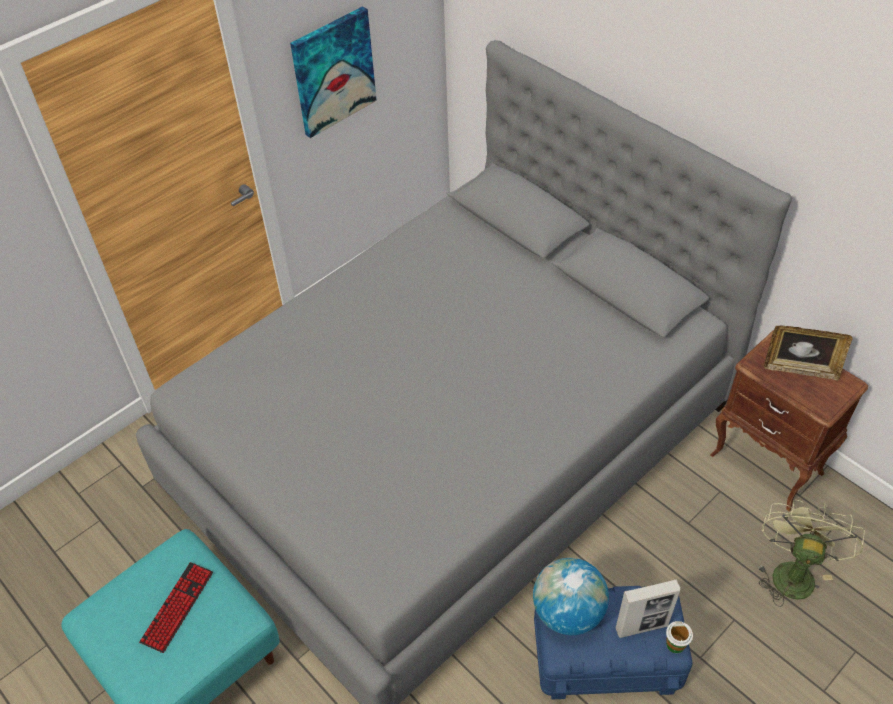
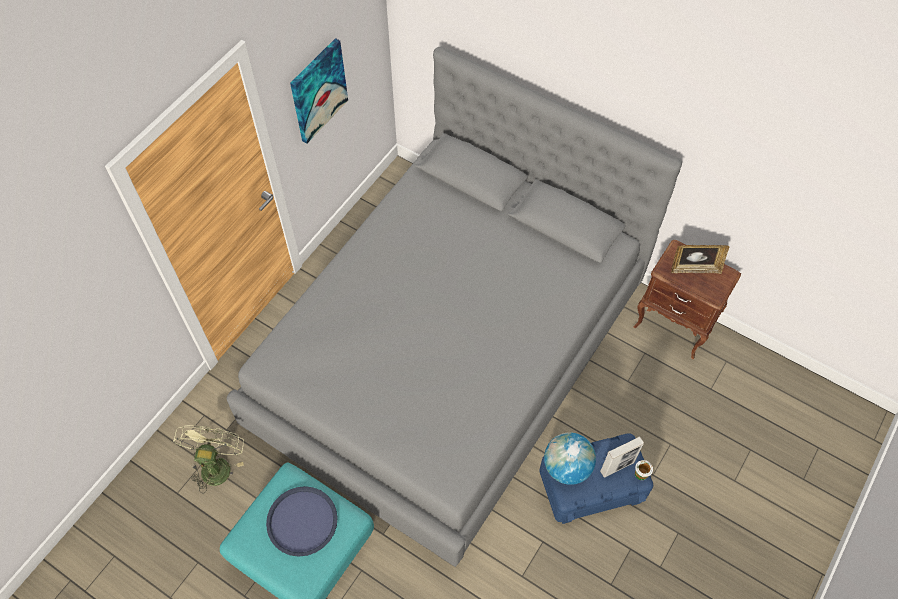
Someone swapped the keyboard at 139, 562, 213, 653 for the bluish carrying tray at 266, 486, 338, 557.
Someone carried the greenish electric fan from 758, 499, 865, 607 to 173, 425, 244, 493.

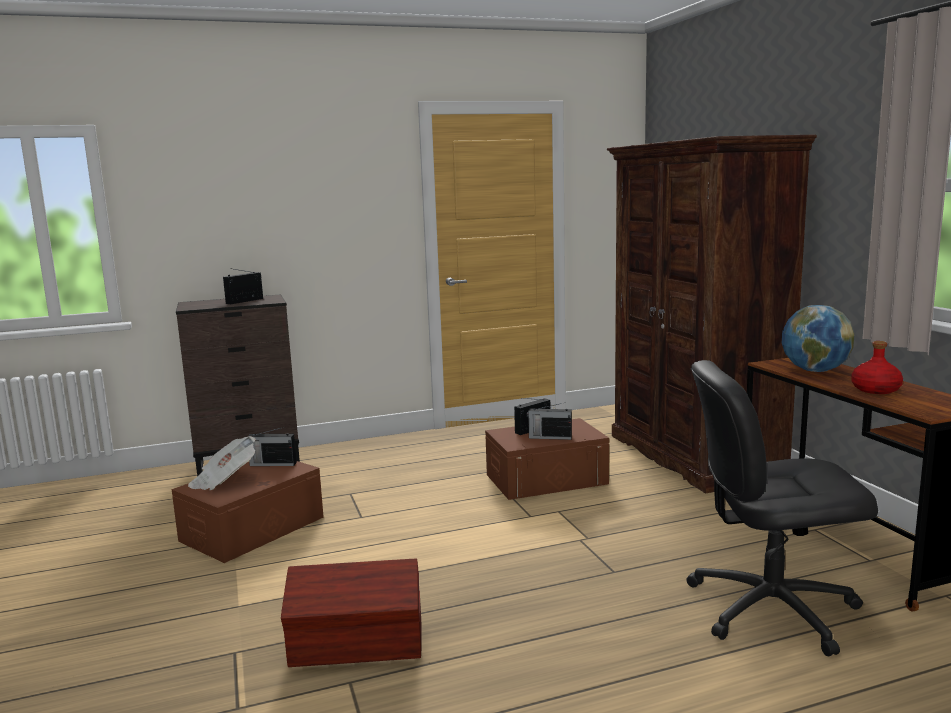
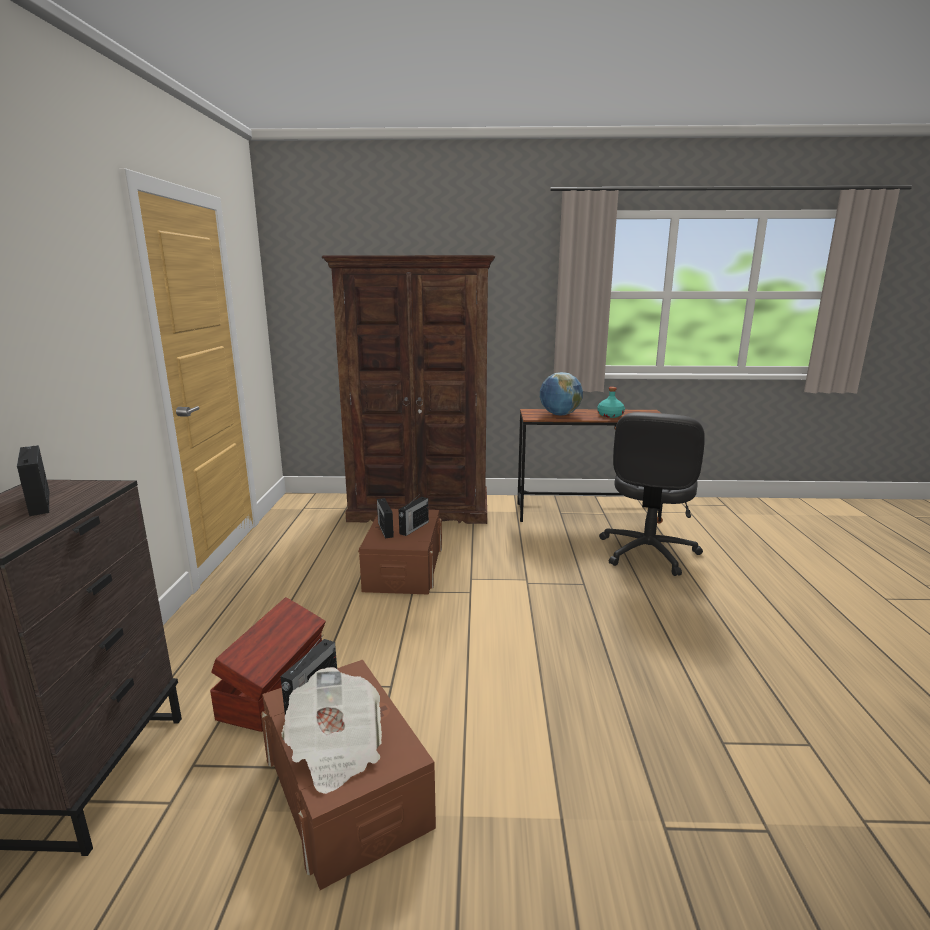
Someone carried the brown storage bin from 281, 559, 422, 667 to 210, 597, 326, 732.
Someone repainted the reddish beverage bottle at 851, 341, 903, 394, which became the blue-green beverage bottle at 597, 387, 625, 418.

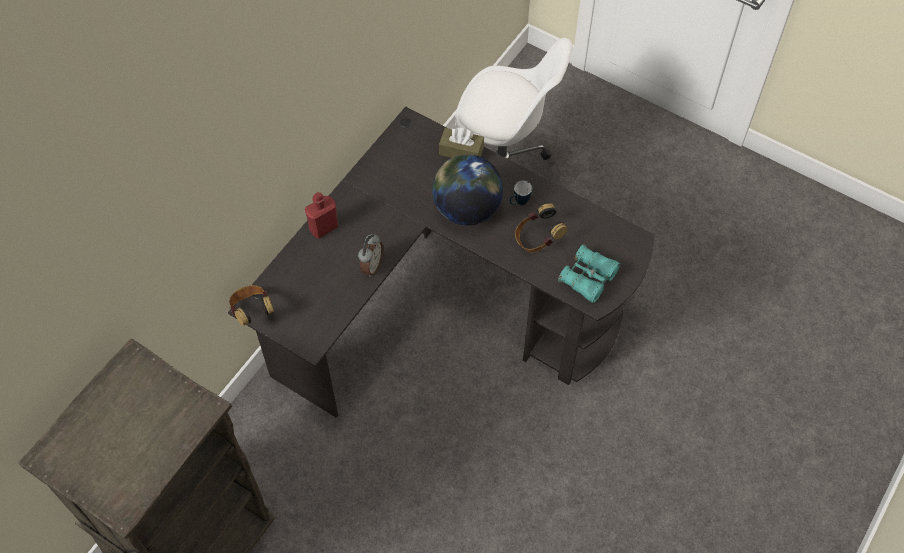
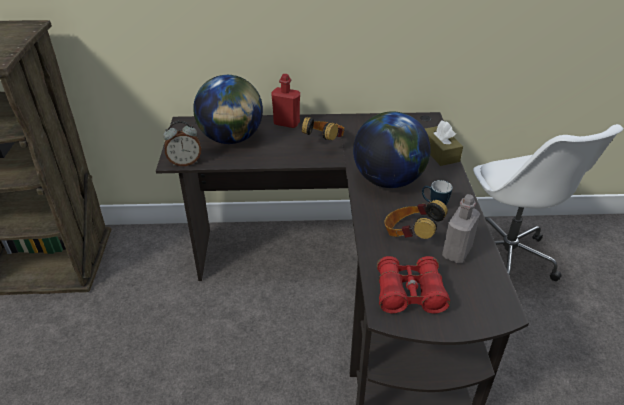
Someone carried the headset from 229, 285, 274, 326 to 302, 117, 345, 141.
Someone carried the bedside clock from 358, 234, 383, 277 to 163, 121, 201, 166.
Someone repainted the blue-green pair of binoculars at 558, 244, 620, 303, which became the reddish pair of binoculars at 377, 256, 450, 314.
Someone put down the globe at 193, 75, 263, 144.
Someone put down the gray beverage bottle at 442, 194, 480, 263.

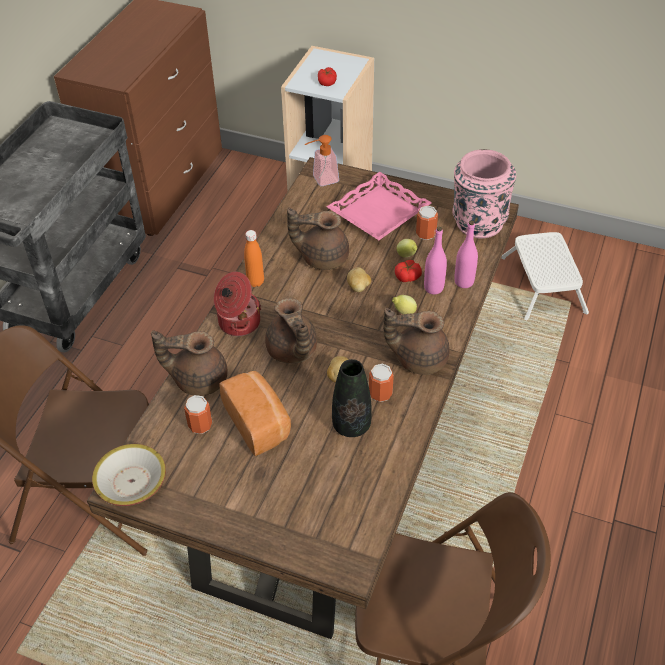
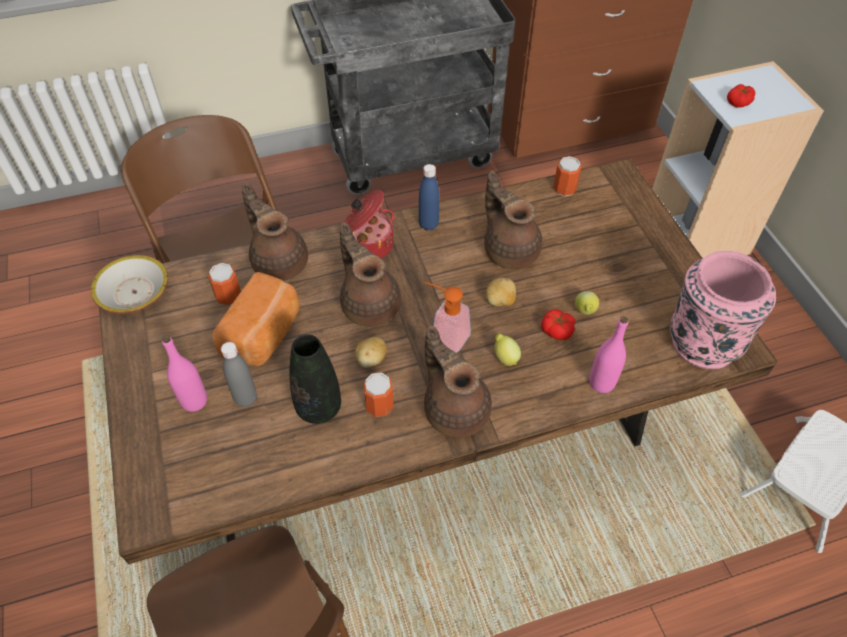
Someone repainted the orangey beverage bottle at 244, 230, 264, 287, which became the bluish beverage bottle at 419, 164, 439, 230.
Someone rotated the brown teapot at 265, 298, 317, 364 by 120 degrees clockwise.
Someone carried the soap dispenser from 305, 135, 339, 186 to 425, 282, 471, 353.
Someone took away the pinkish carrying tray at 326, 172, 432, 240.
Someone carried the sealed can from 416, 205, 438, 240 to 553, 156, 582, 197.
Someone carried the pinkish beverage bottle from 424, 227, 447, 294 to 162, 335, 207, 412.
Someone put down the gray beverage bottle at 221, 342, 257, 407.

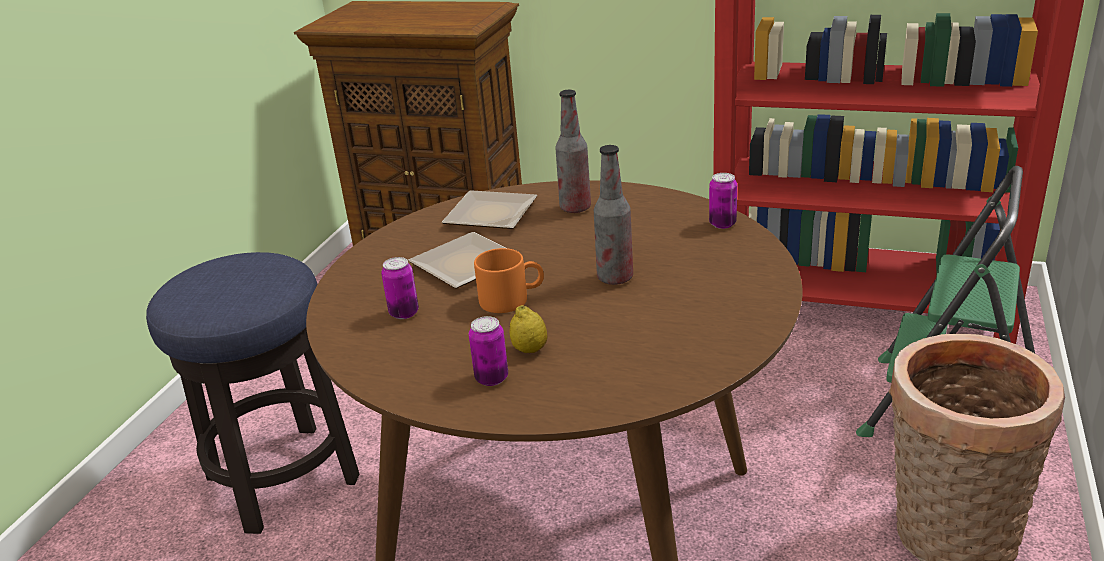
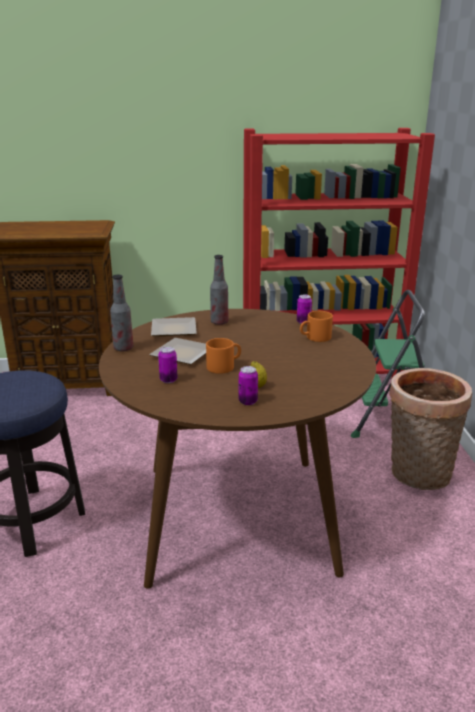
Someone carried the beverage bottle from 594, 145, 633, 285 to 110, 275, 133, 351.
Someone put down the orangey coffee mug at 300, 311, 333, 342.

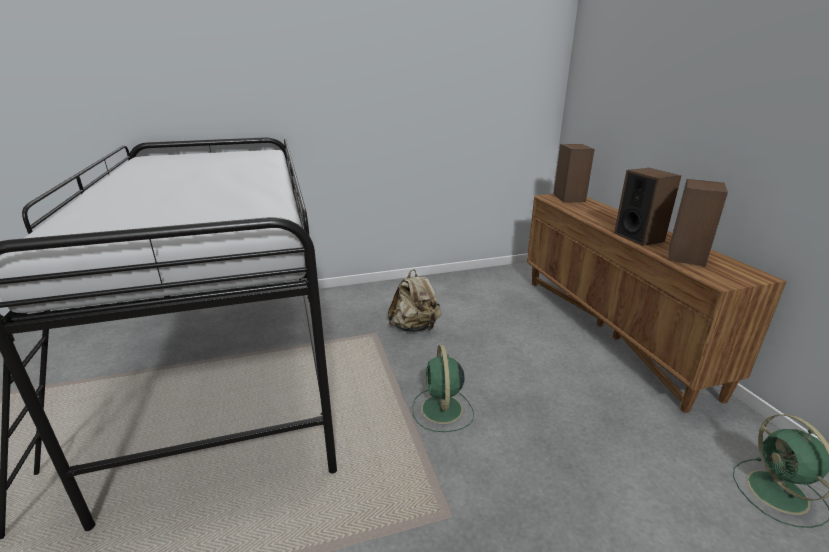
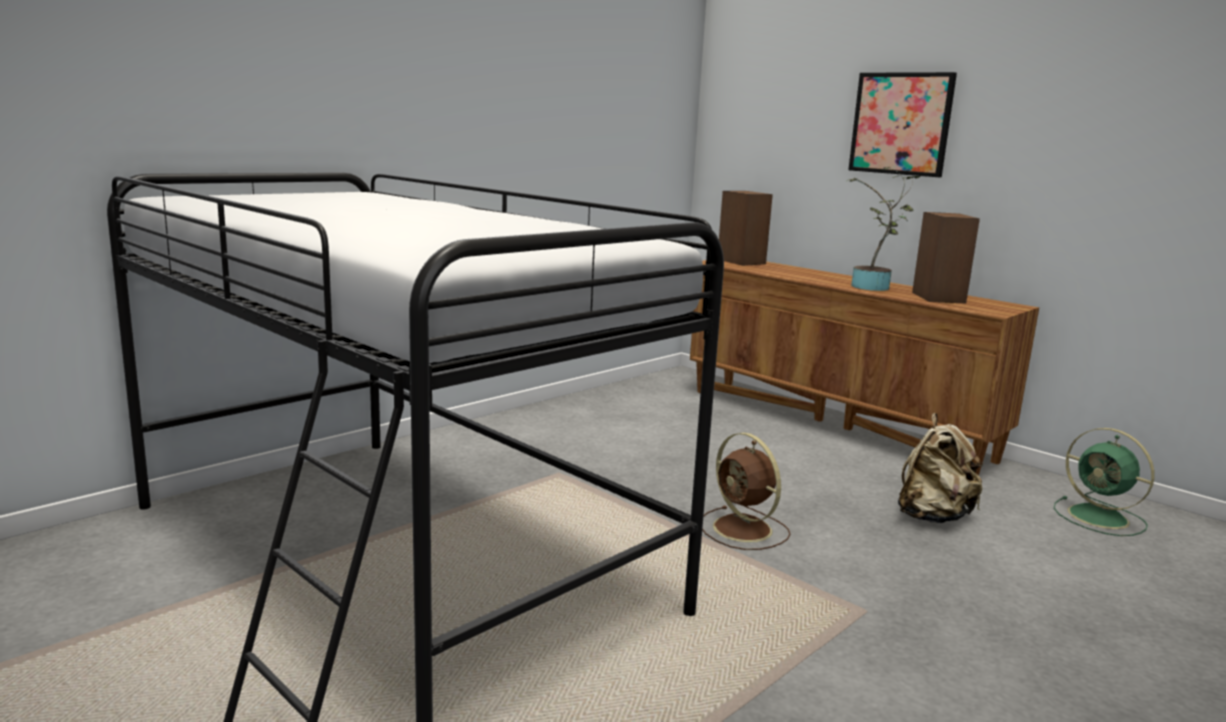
Someone carried the beige-coloured rucksack from 388, 269, 442, 332 to 898, 413, 984, 523.
Someone repainted the greenish electric fan at 412, 345, 474, 432, which became the brown electric fan at 702, 433, 790, 550.
Someone swapped the loudspeaker at 614, 168, 681, 246 for the plant in a pot at 847, 167, 921, 291.
Someone put up the wall picture at 848, 72, 957, 177.

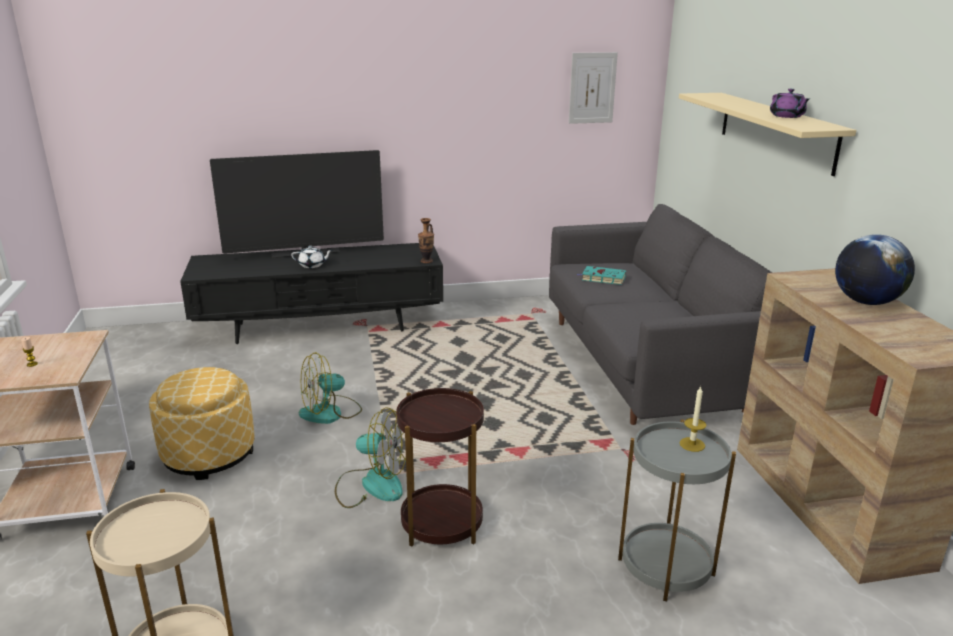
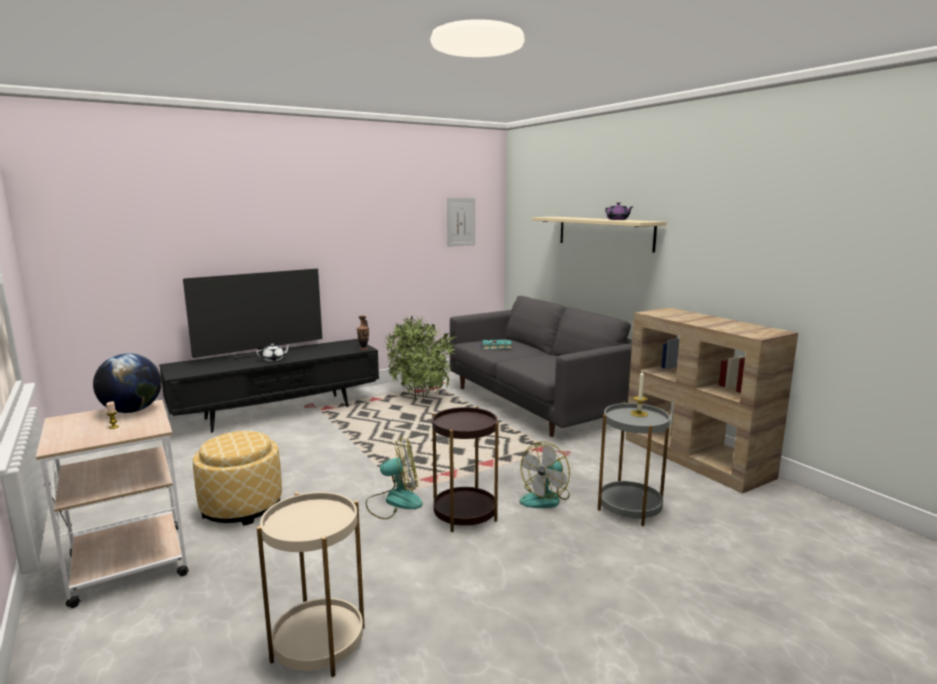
Someone carried the electric fan from 299, 352, 362, 424 to 520, 442, 570, 508.
Someone carried the globe from 835, 234, 915, 305 to 93, 353, 162, 413.
Someone put down the plant in a pot at 381, 314, 456, 399.

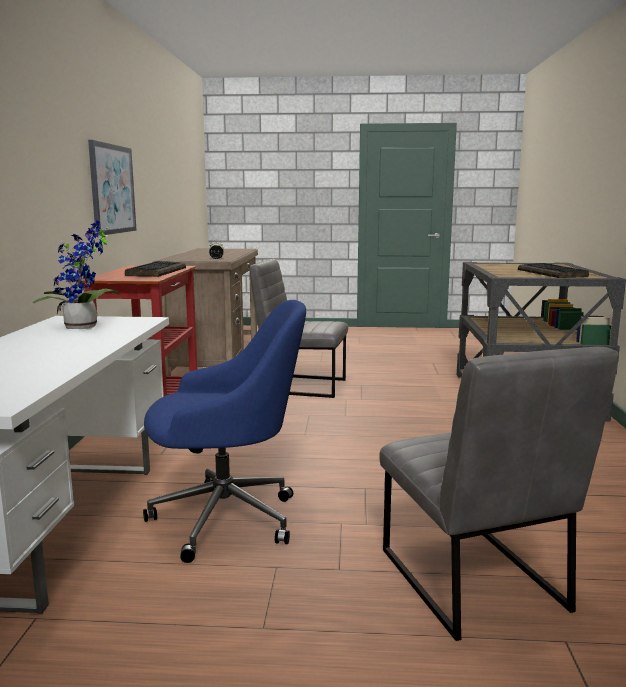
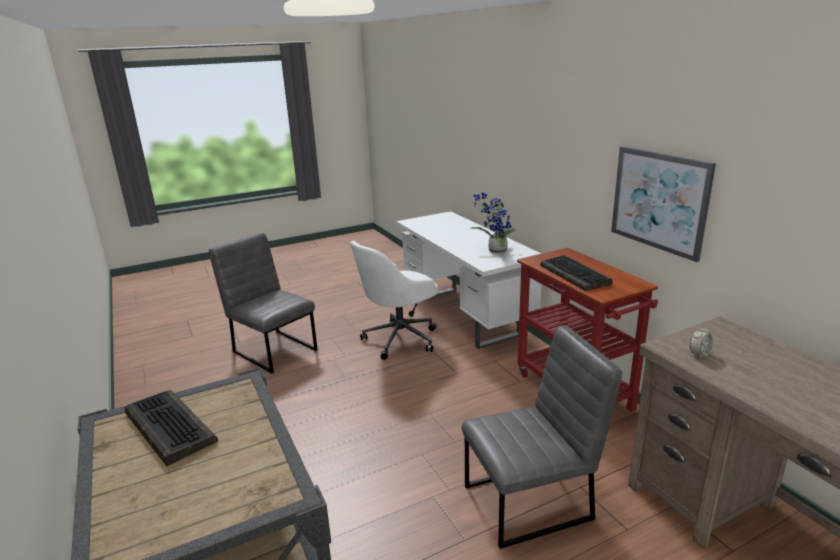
Someone repainted the bluish computer chair at 143, 300, 306, 563, which became the white computer chair at 351, 241, 438, 360.

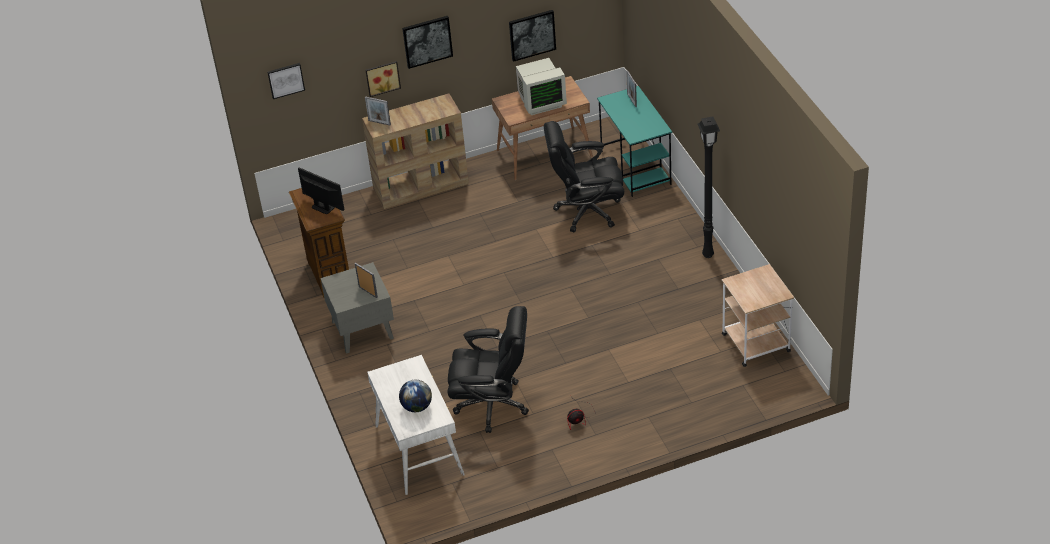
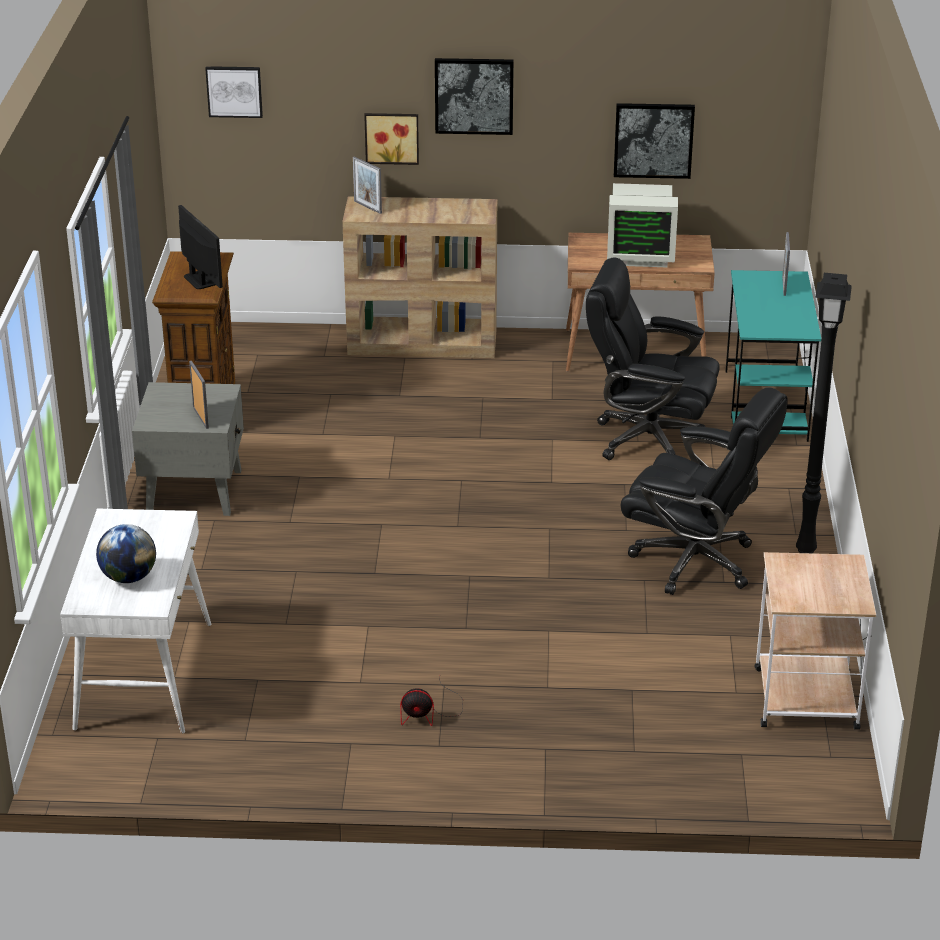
Someone carried the blackish computer chair from 447, 306, 529, 433 to 621, 387, 788, 595.

